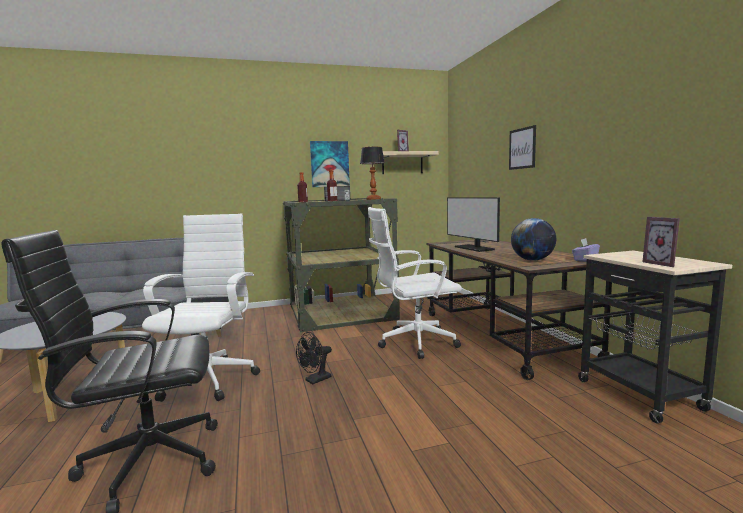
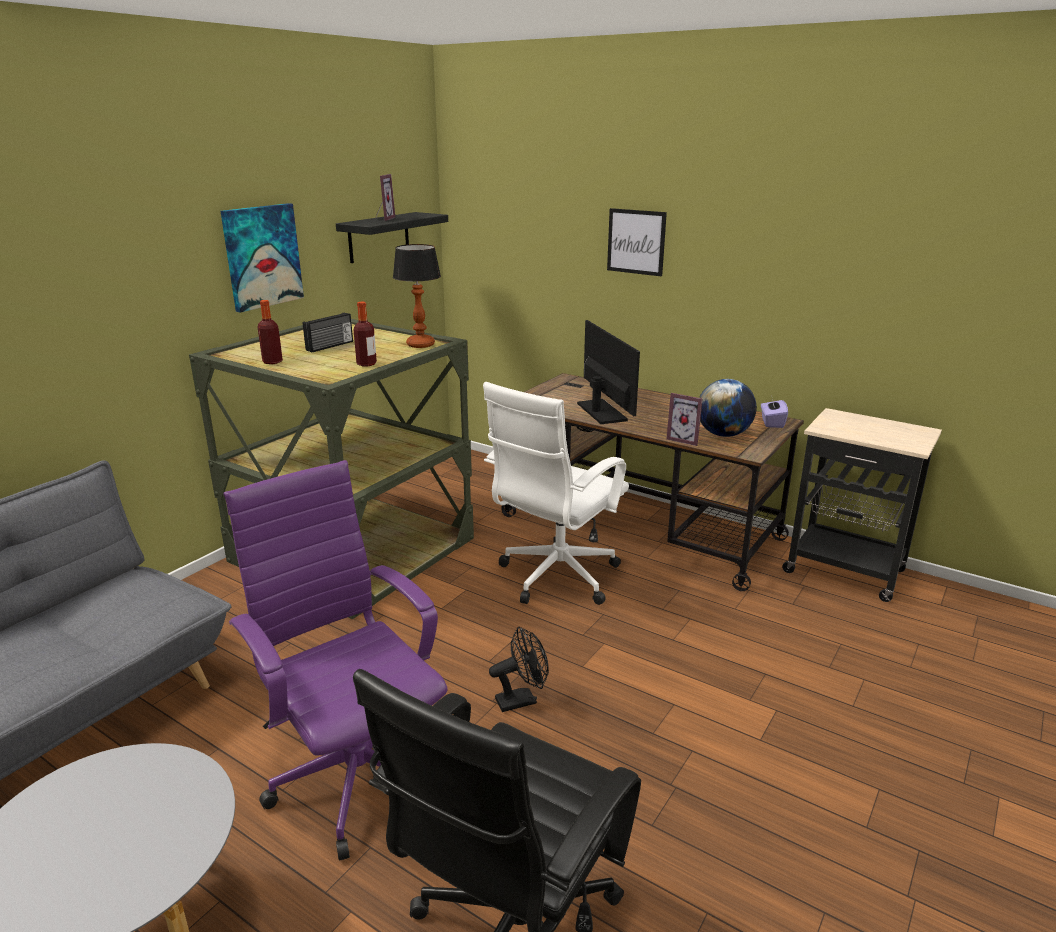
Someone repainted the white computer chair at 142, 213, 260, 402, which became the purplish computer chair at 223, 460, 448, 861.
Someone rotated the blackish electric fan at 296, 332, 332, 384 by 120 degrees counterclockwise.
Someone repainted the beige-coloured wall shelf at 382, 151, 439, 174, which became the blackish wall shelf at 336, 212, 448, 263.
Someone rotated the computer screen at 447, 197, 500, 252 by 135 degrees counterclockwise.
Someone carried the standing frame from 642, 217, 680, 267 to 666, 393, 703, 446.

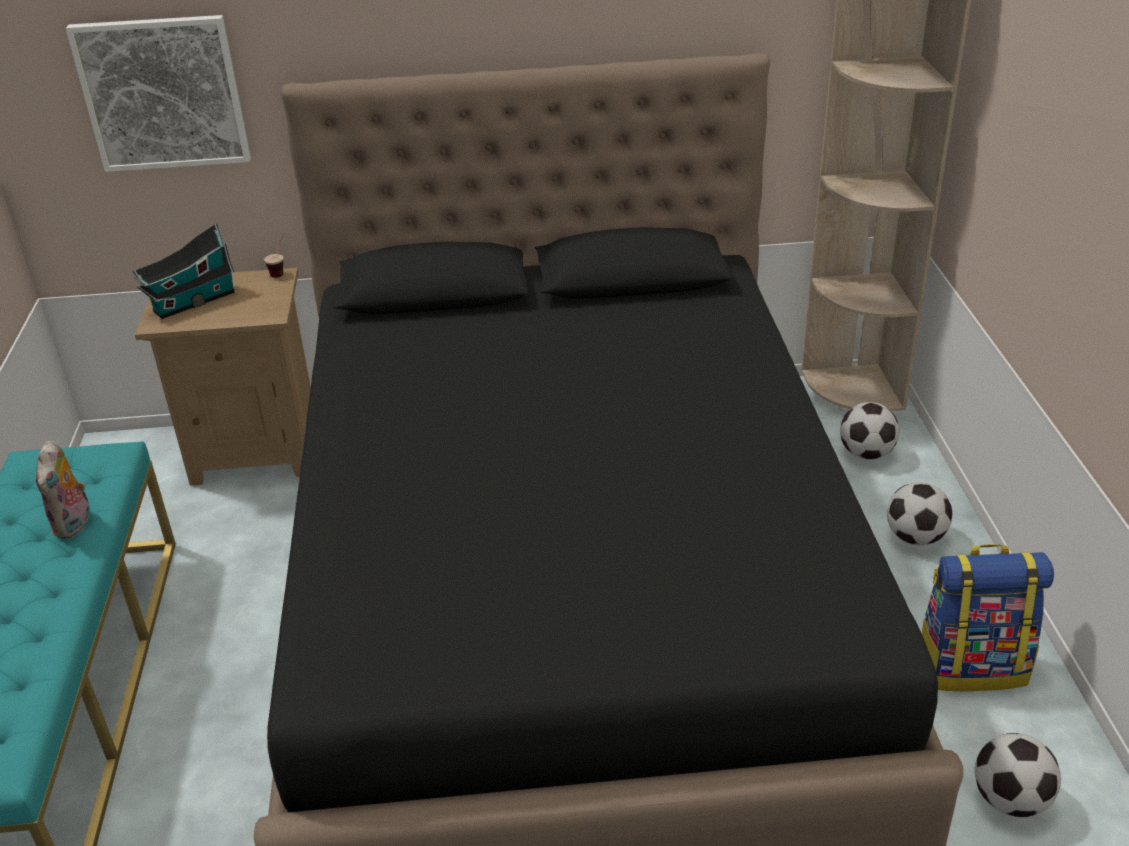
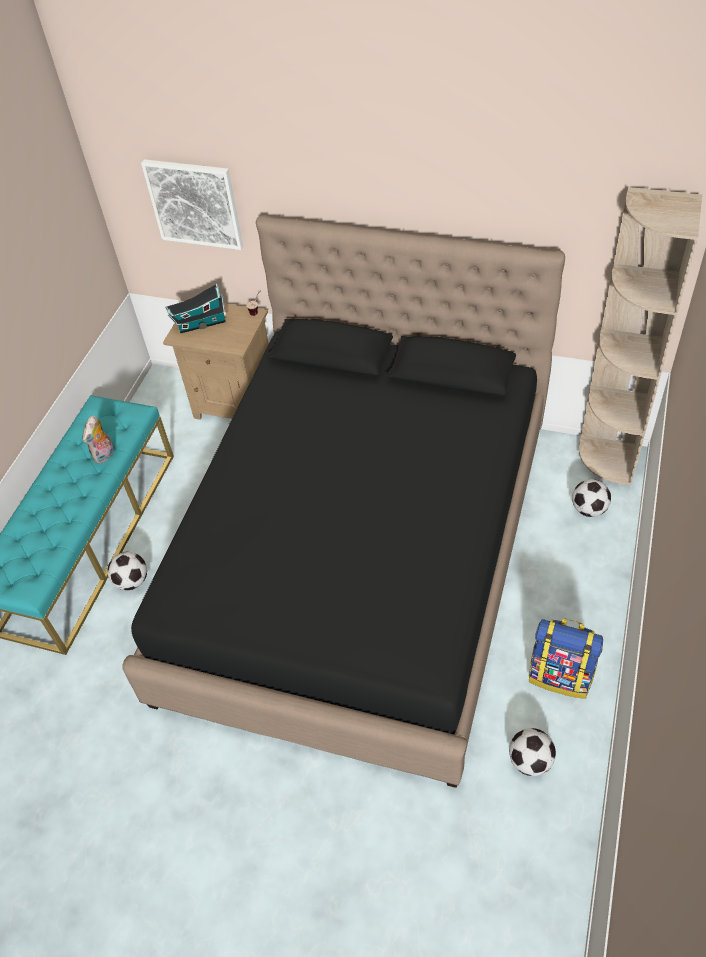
Someone carried the football from 887, 482, 952, 546 to 108, 552, 147, 590.

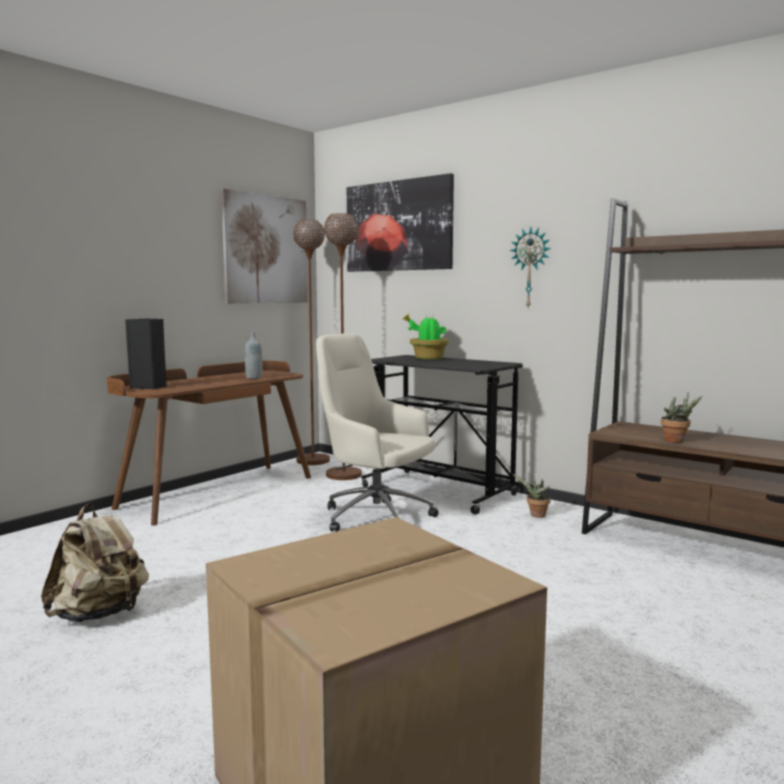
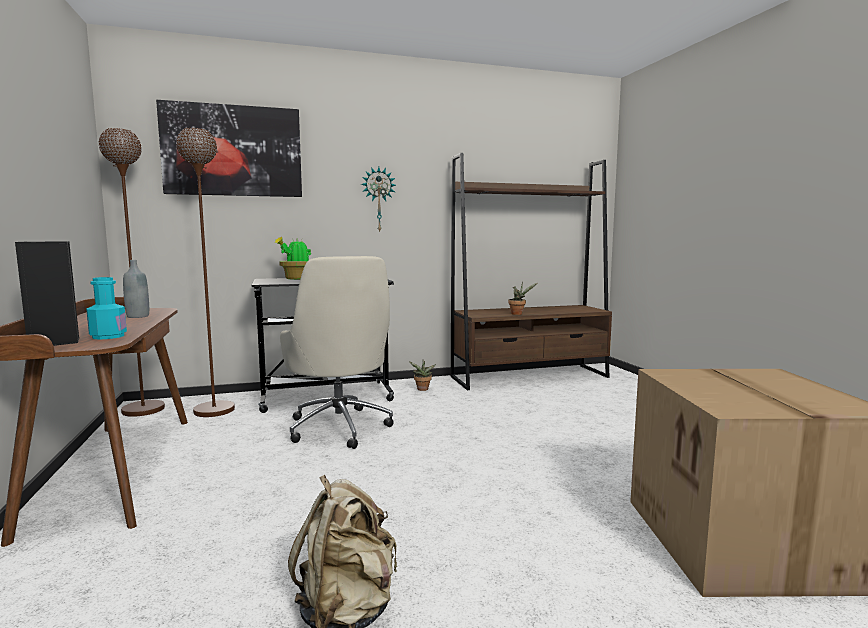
Someone took away the wall picture at 221, 188, 308, 304.
Someone rotated the beige-coloured computer chair at 316, 334, 439, 532 by 90 degrees counterclockwise.
Someone put down the blue-green beverage bottle at 86, 277, 127, 339.

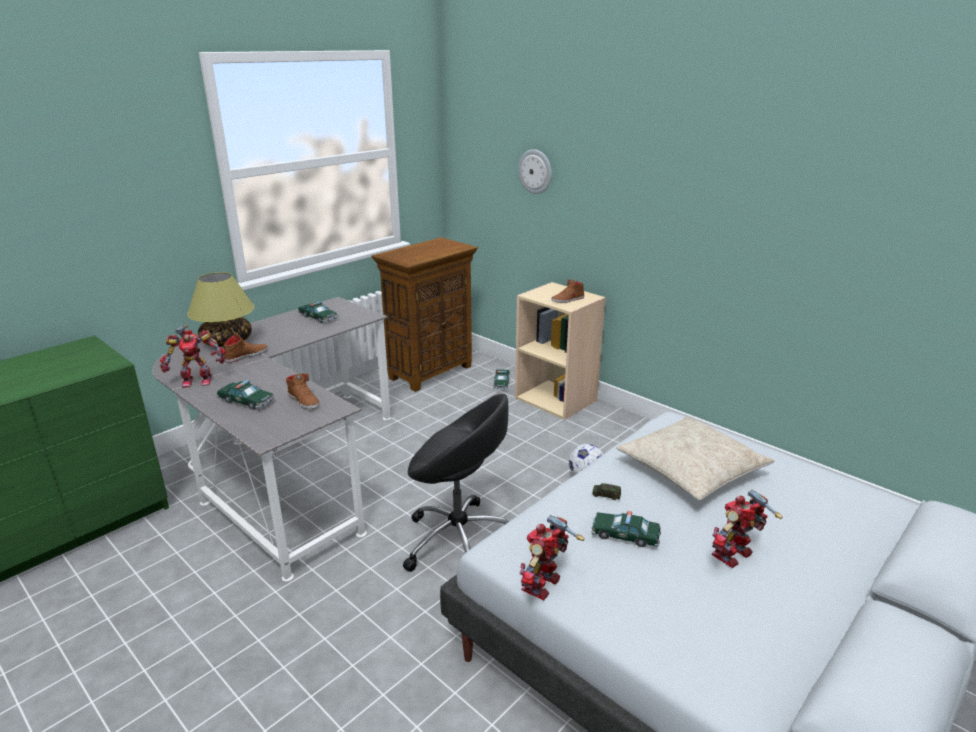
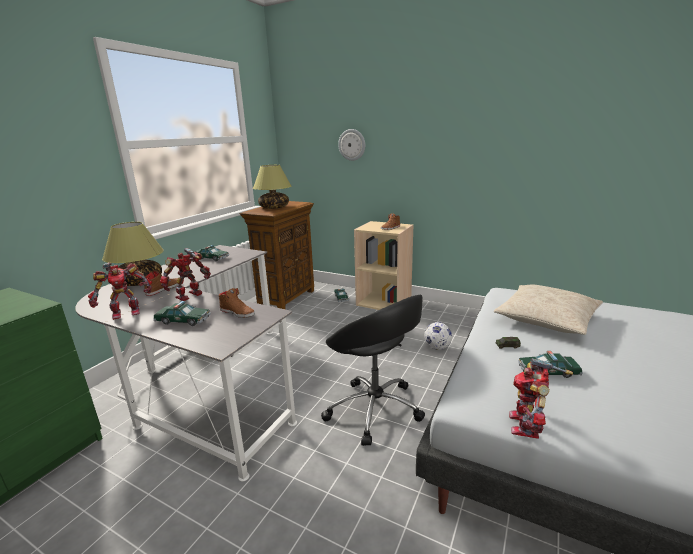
Someone rotated the blackish computer chair at 403, 394, 509, 572 by 45 degrees clockwise.
Someone carried the toy robot from 712, 489, 783, 568 to 160, 248, 211, 301.
Someone put down the tabletop lamp at 253, 165, 291, 209.

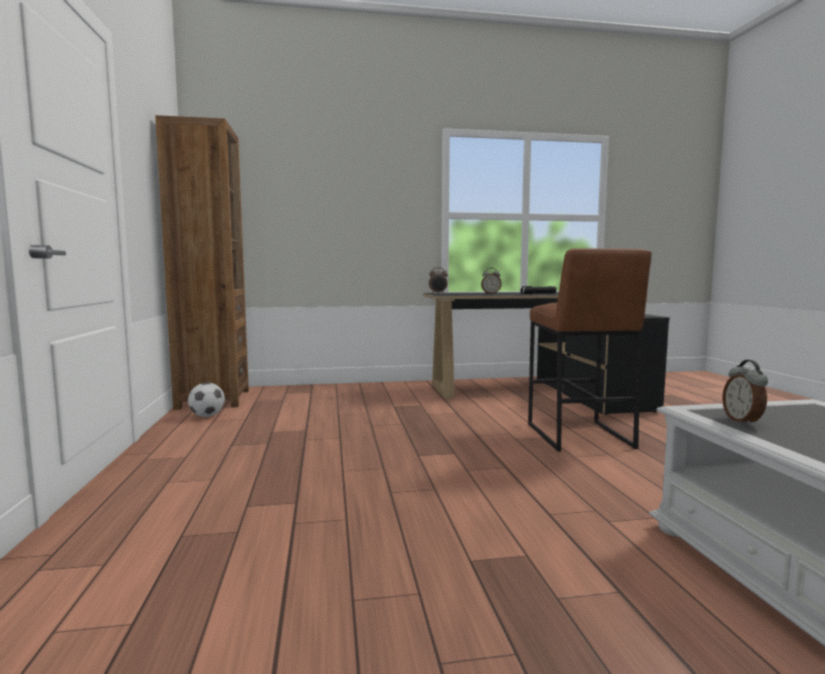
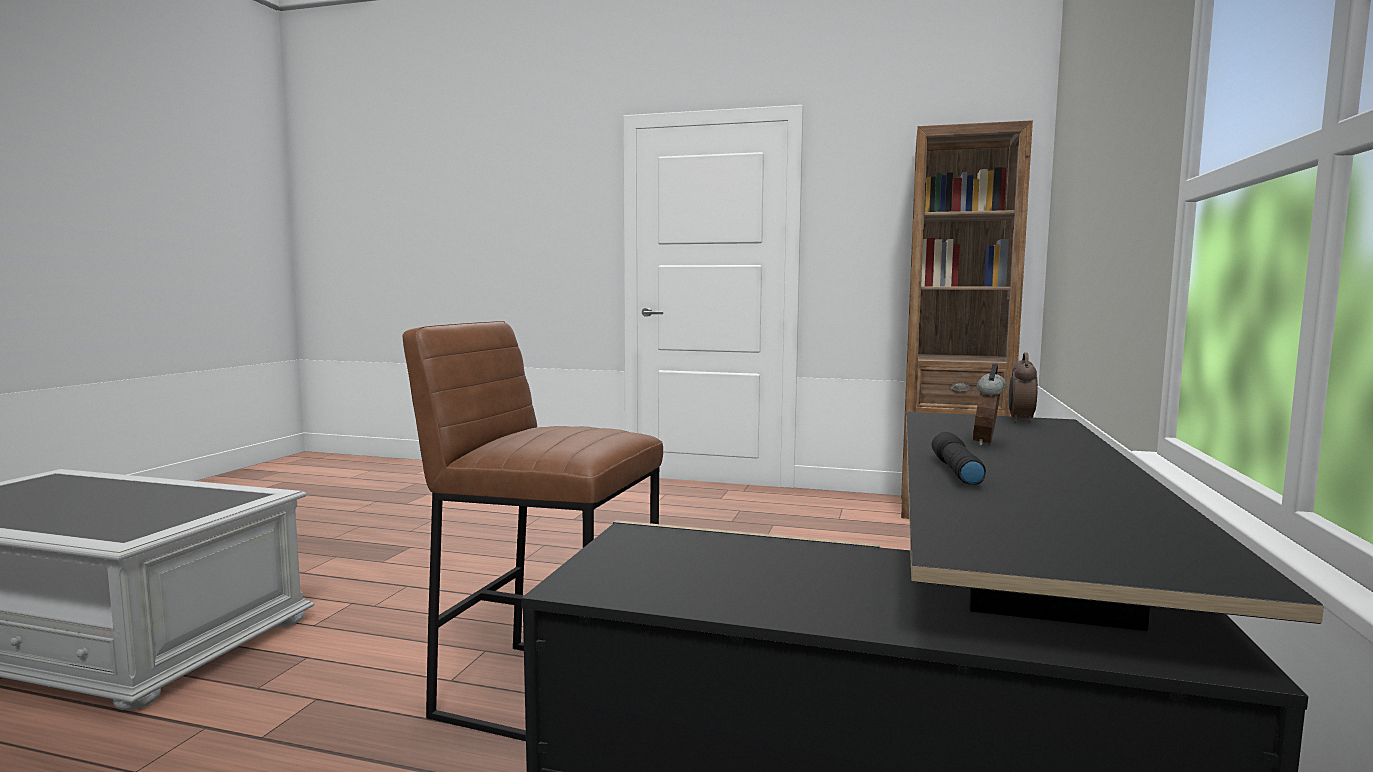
Someone took away the football at 188, 383, 225, 417.
Someone took away the bedside clock at 722, 360, 768, 426.

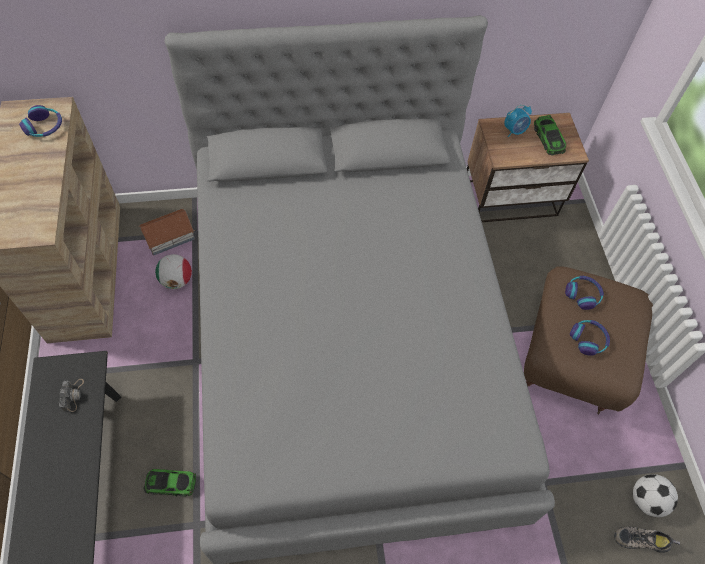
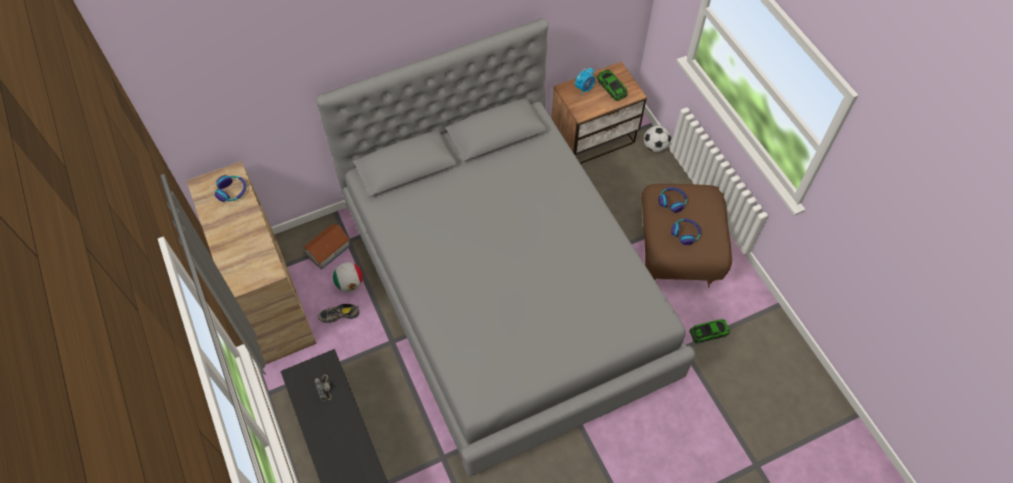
Someone carried the model car from 144, 469, 196, 497 to 690, 319, 730, 343.
Someone carried the low shoe from 614, 527, 680, 553 to 318, 304, 359, 323.
Someone carried the football from 633, 474, 678, 517 to 644, 125, 671, 152.

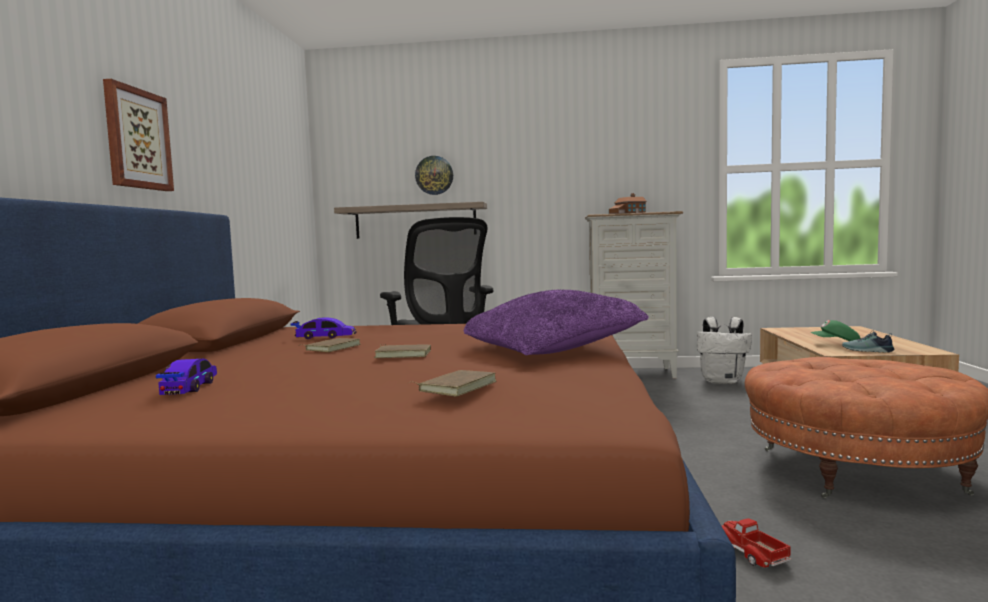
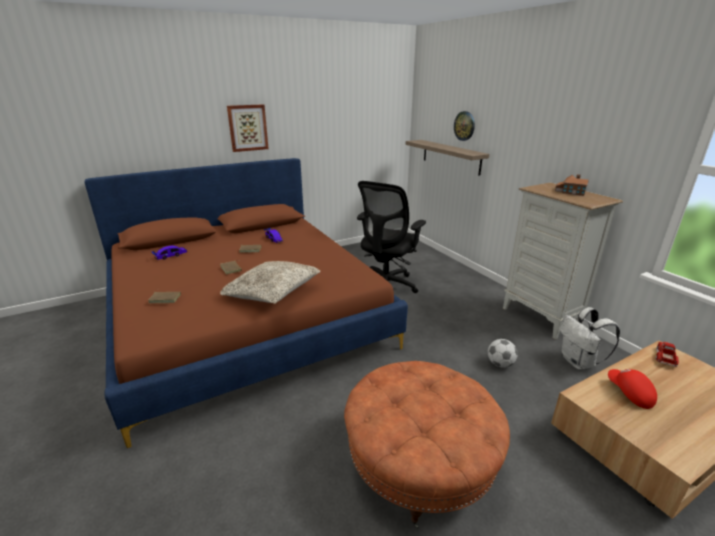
Someone repainted the purplish cushion at 463, 289, 649, 355, which became the beige-coloured cushion at 220, 261, 320, 304.
Someone carried the toy lorry from 722, 518, 792, 568 to 656, 342, 679, 367.
Someone repainted the greenish baseball cap at 811, 320, 860, 341, which became the reddish baseball cap at 608, 369, 657, 409.
Someone took away the low shoe at 842, 331, 894, 353.
Someone put down the football at 488, 339, 518, 368.

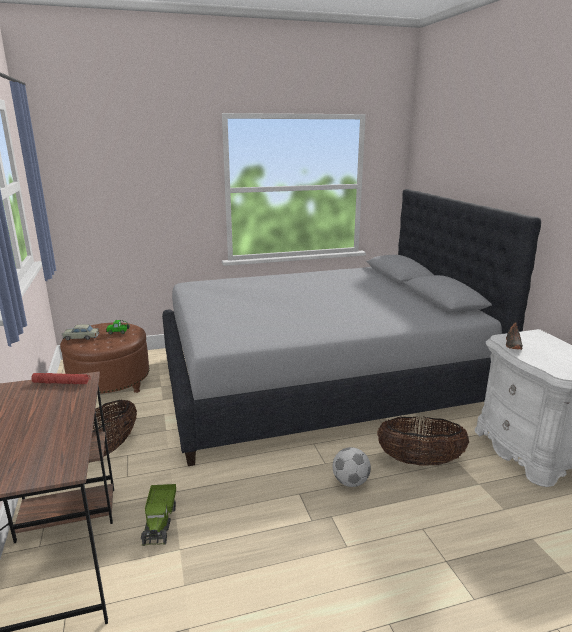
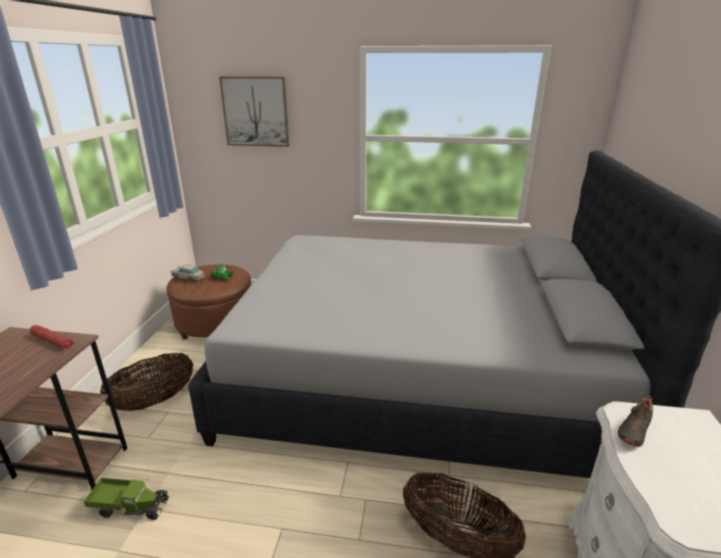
Someone rotated the toy lorry at 141, 484, 176, 546 by 105 degrees counterclockwise.
Someone took away the football at 333, 447, 371, 487.
Someone put up the wall picture at 219, 76, 290, 147.

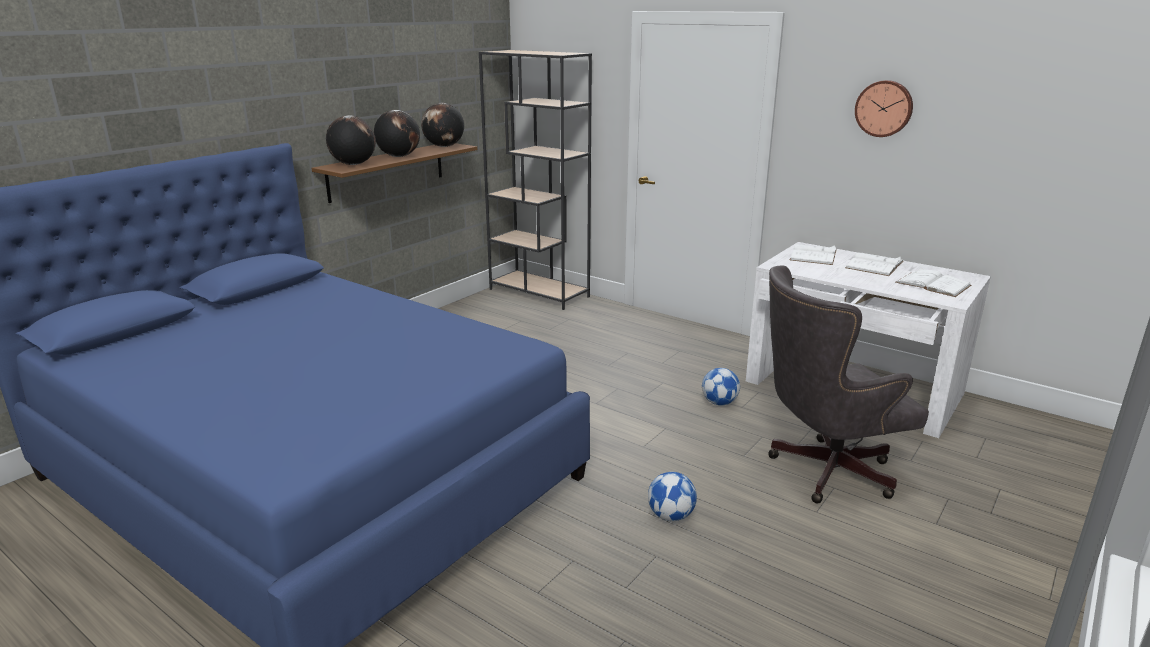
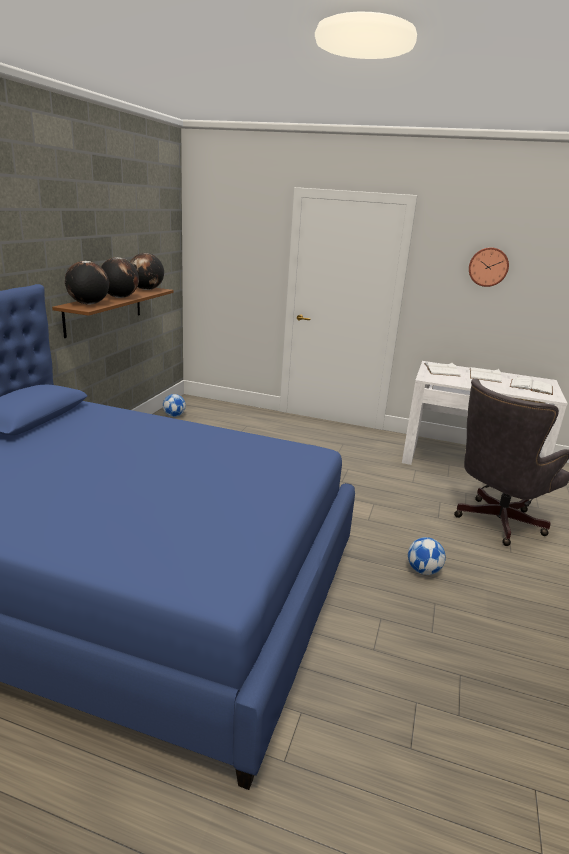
Someone took away the shelving unit at 479, 50, 592, 310.
Someone carried the football from 702, 368, 740, 406 to 163, 394, 186, 417.

